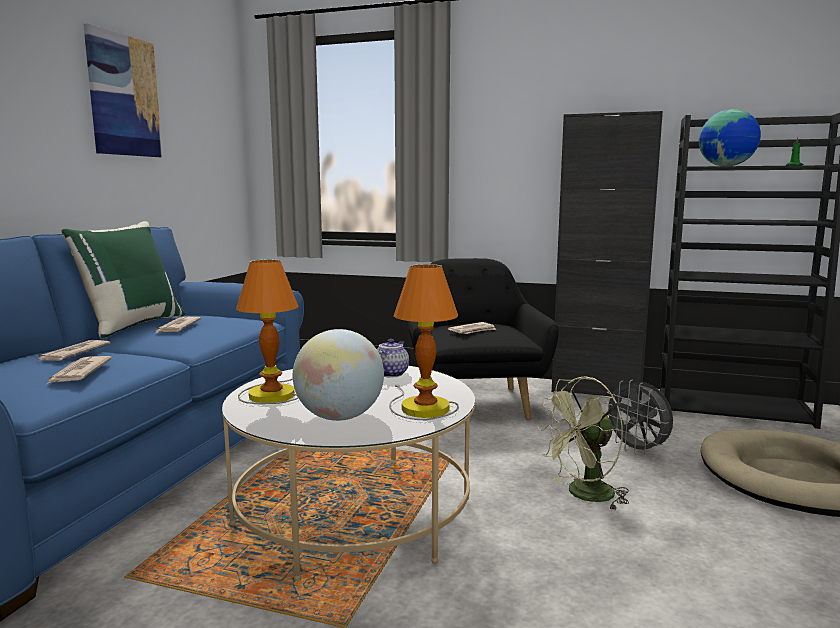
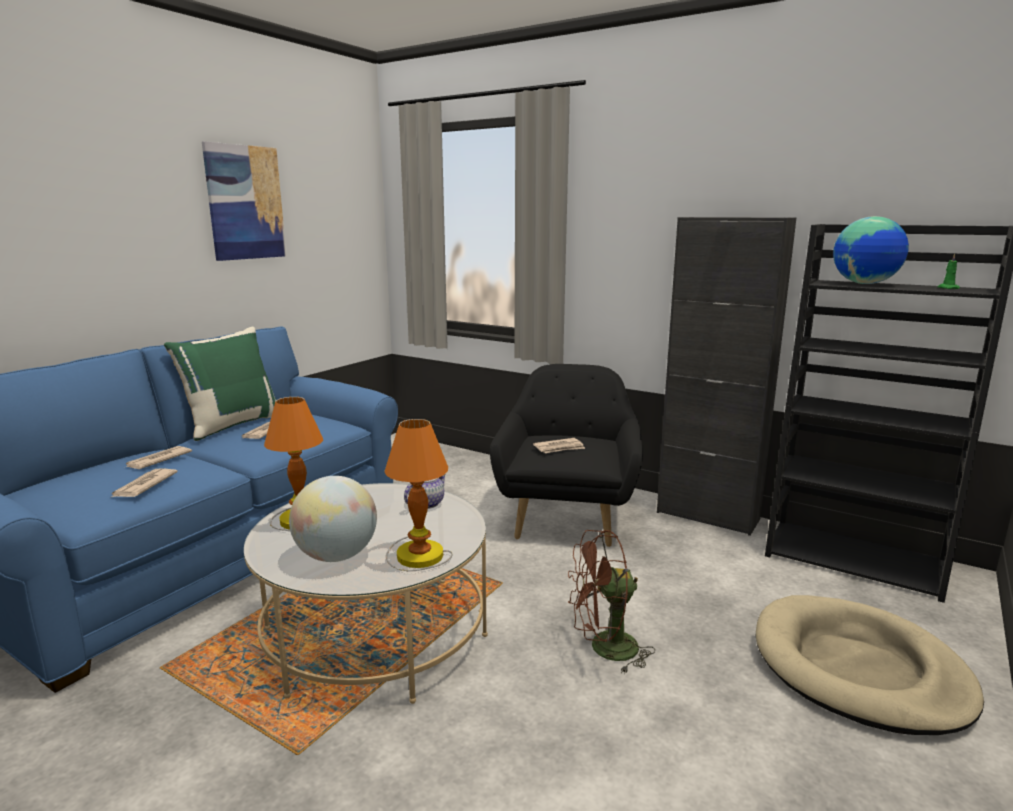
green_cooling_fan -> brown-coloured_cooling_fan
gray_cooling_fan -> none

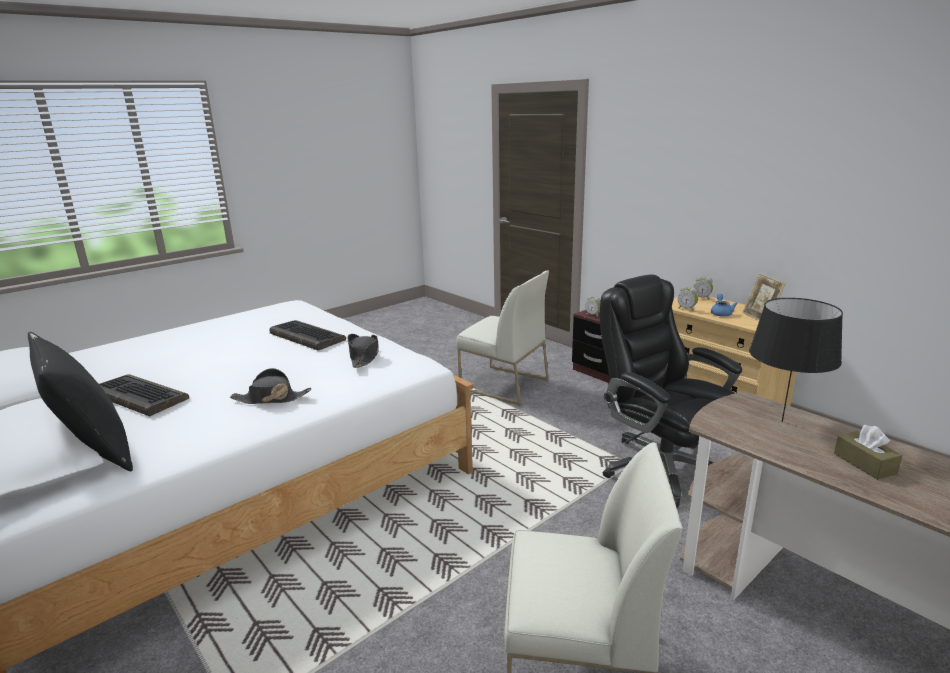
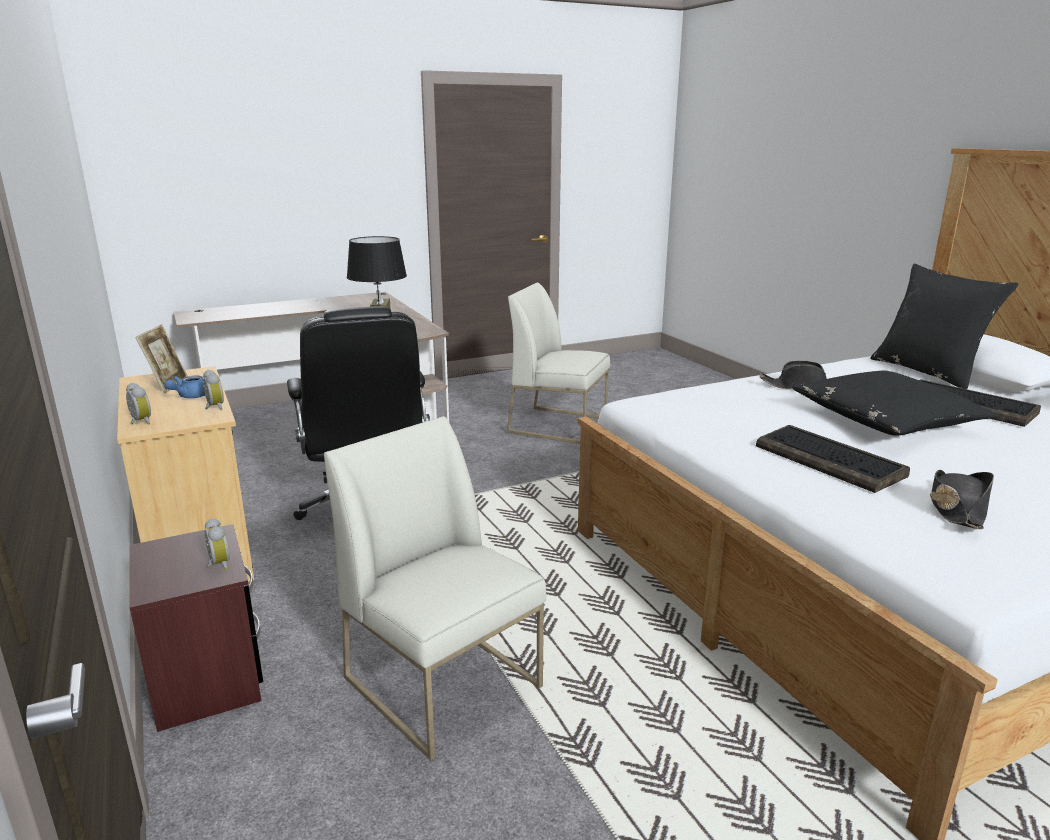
blackish_wearable_hat (2nd from left), moved
none -> blackish_throw_pillow (1st from left)

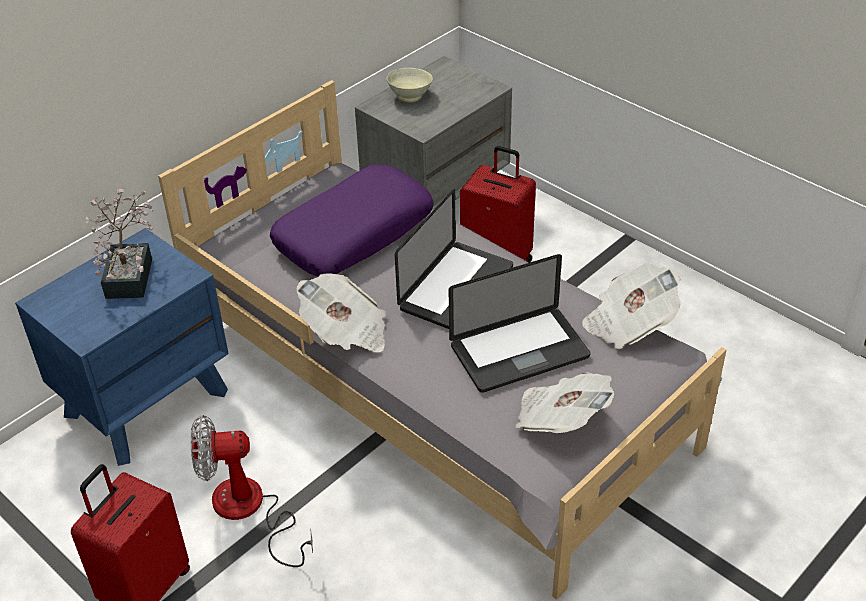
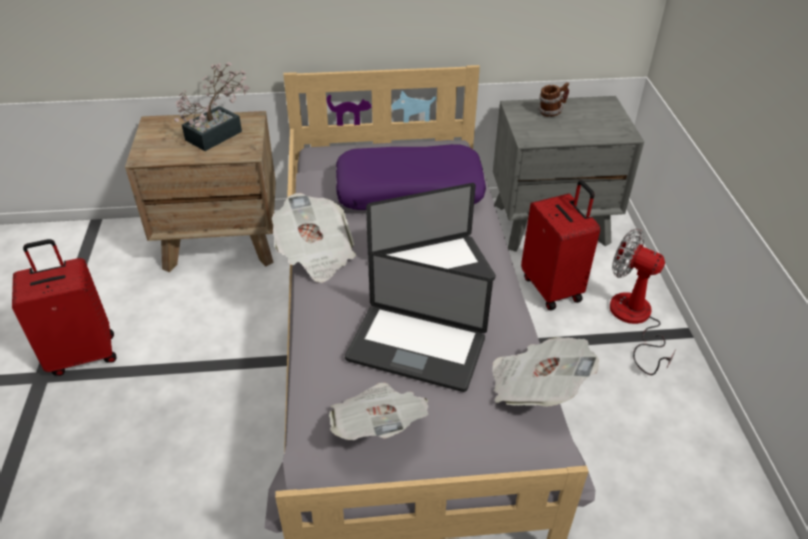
blue-coloured_nightstand -> brown-coloured_nightstand
cooling_fan, moved
beige_serving_bowl -> mug

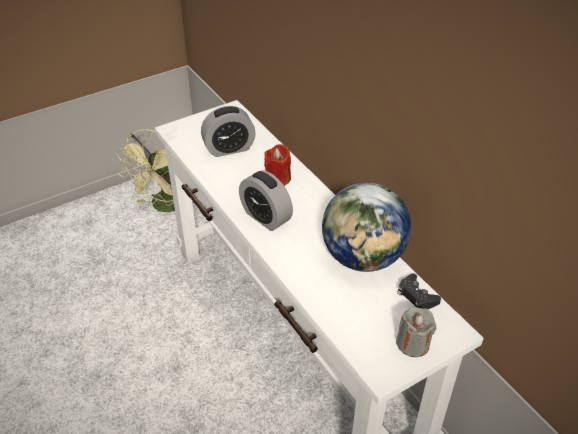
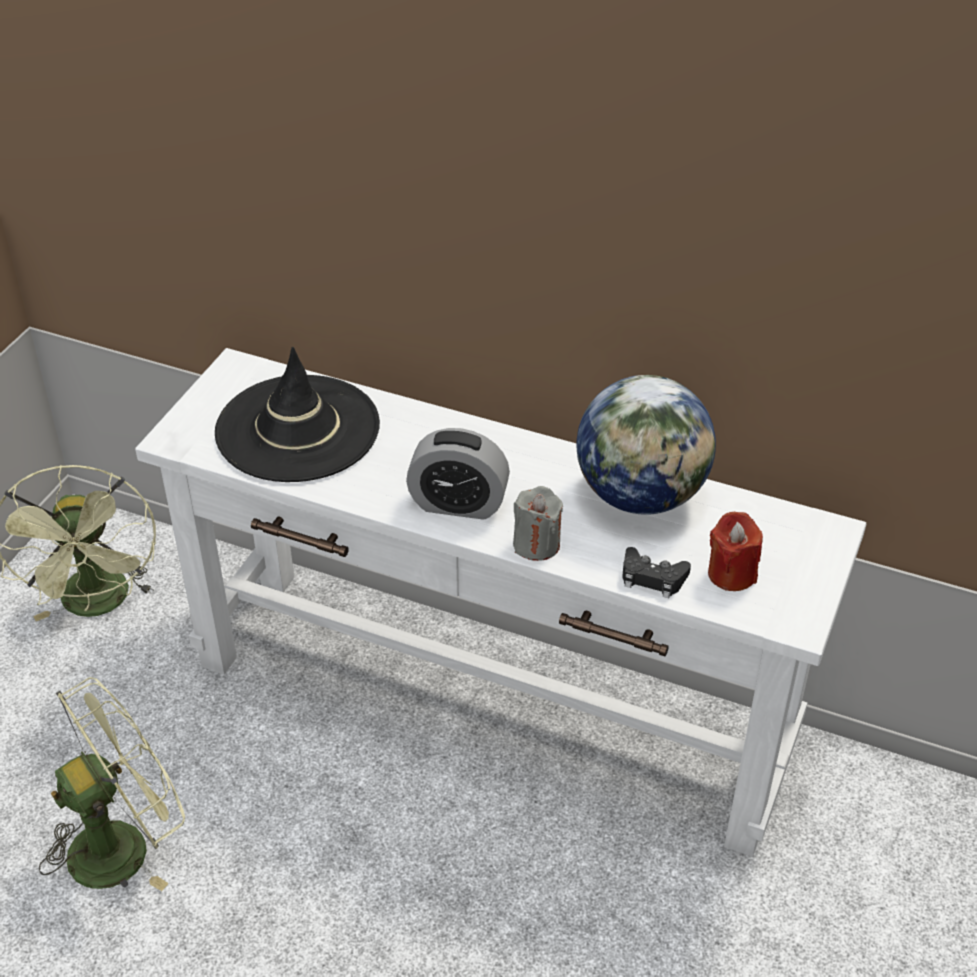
alarm_clock (1st from left) -> blackish_wearable_hat
red_wax_candle, moved
gray_wax_candle, moved
blackish_game_controller, moved
none -> green_cooling_fan (2nd from left)

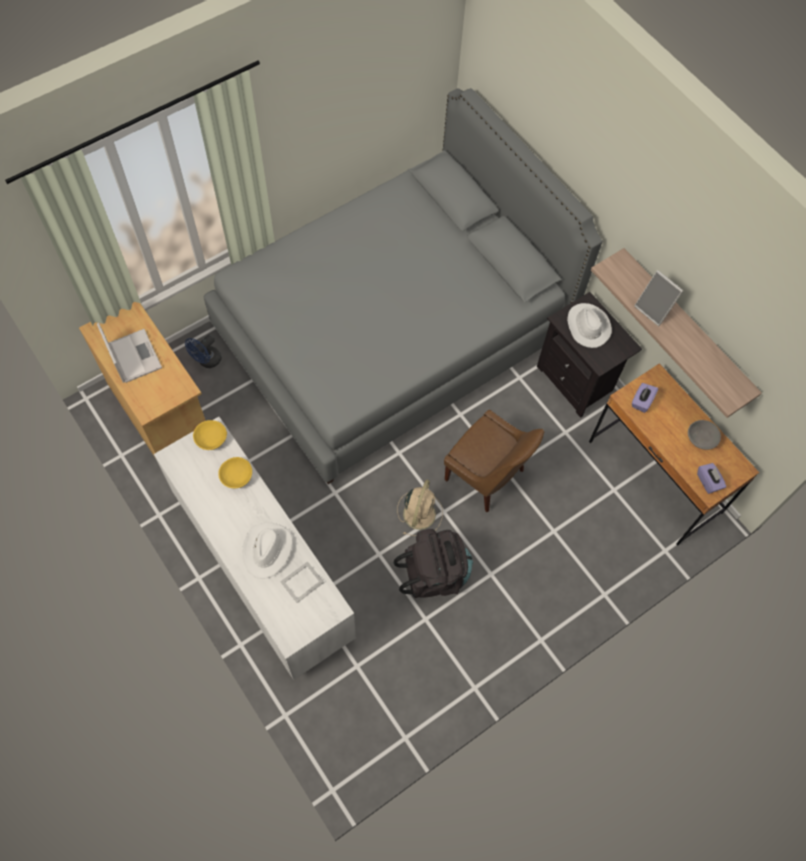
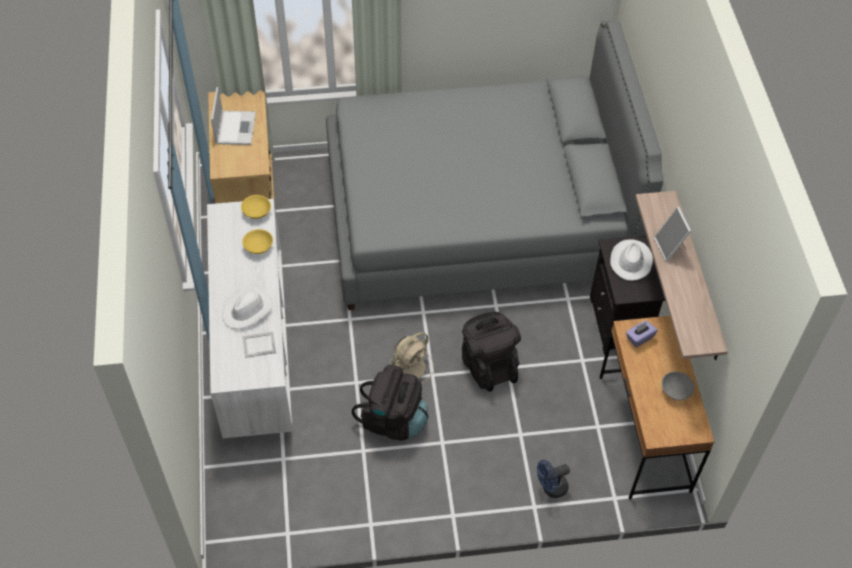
blue-coloured_cooling_fan, moved
brown-coloured_chair -> blackish_knapsack (2nd from left)
purplish_tissue_holder (2nd from left) -> none

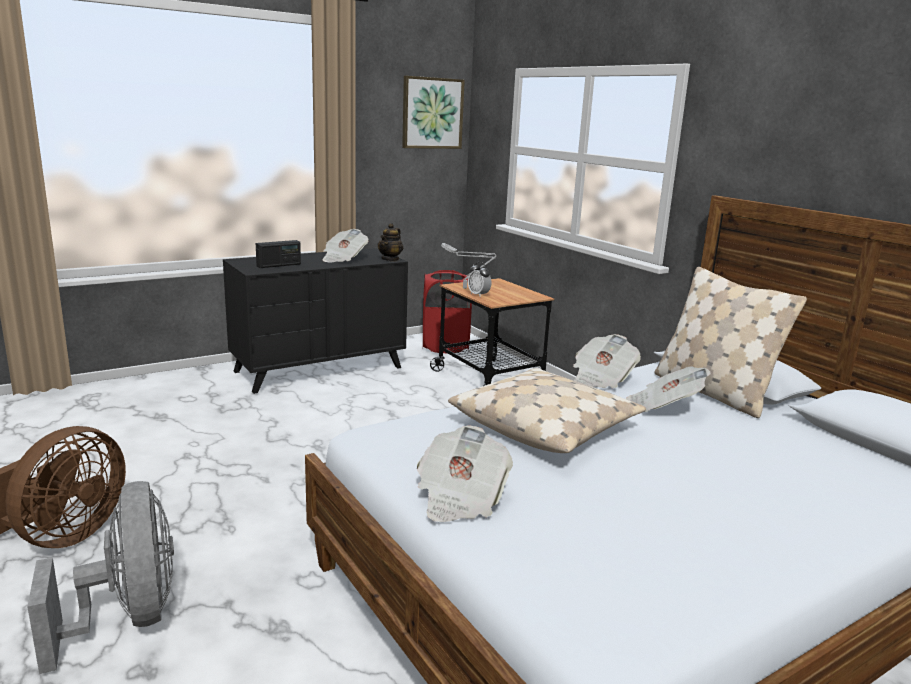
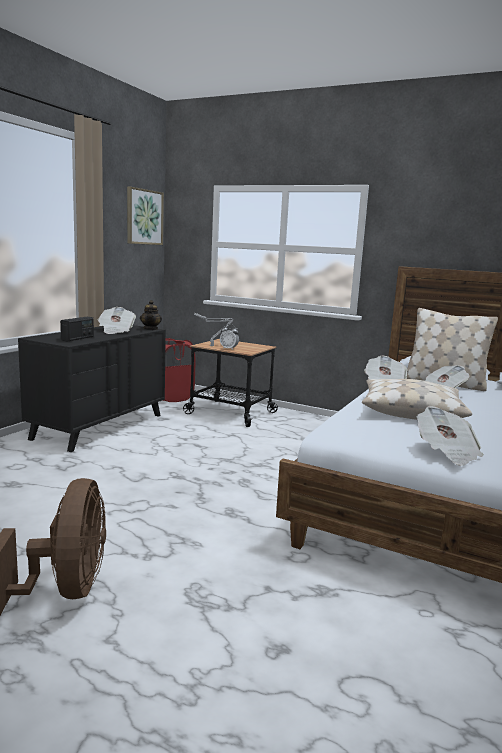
gray_cooling_fan -> none

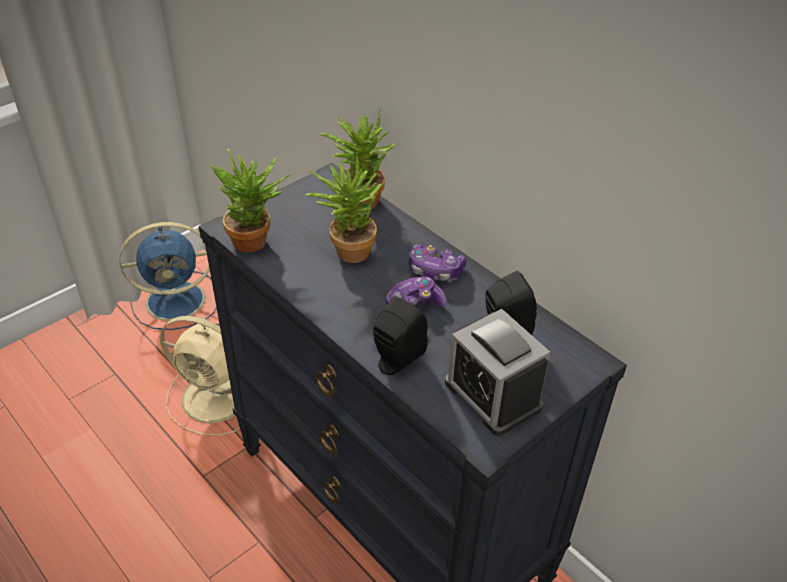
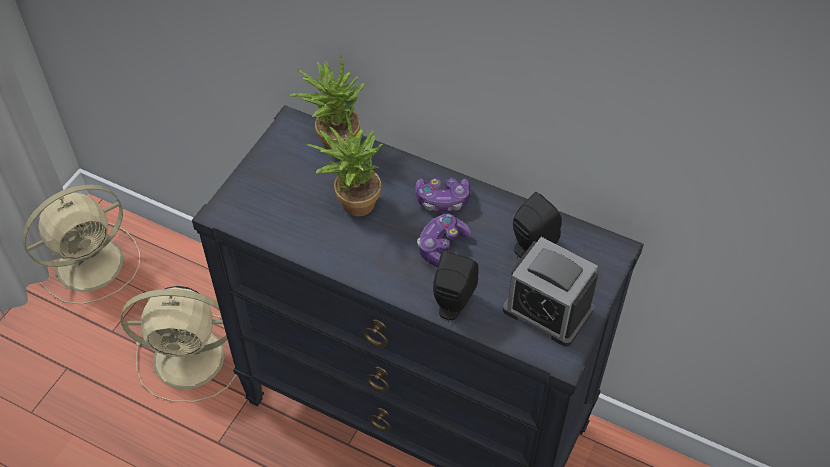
blue-coloured_cooling_fan -> beige_cooling_fan (1st from left)
houseplant (1st from left) -> none

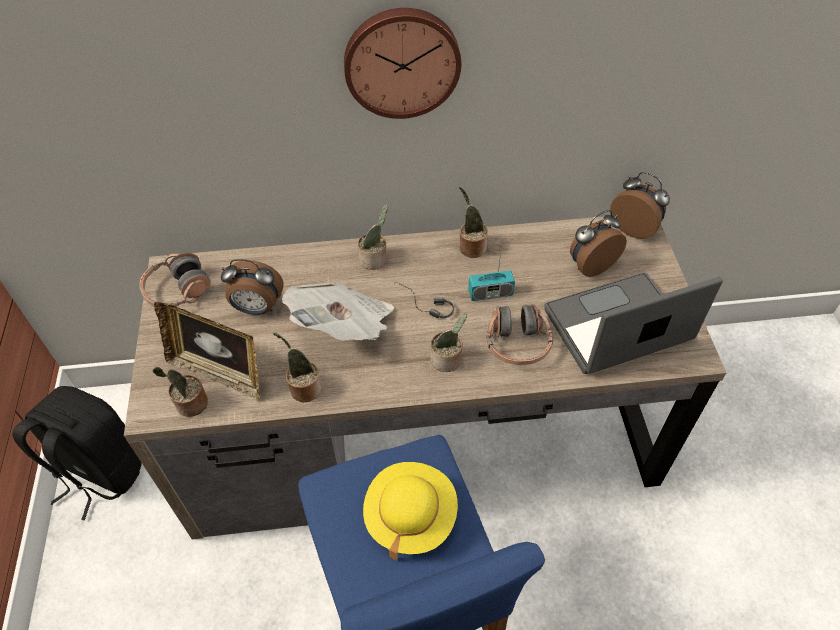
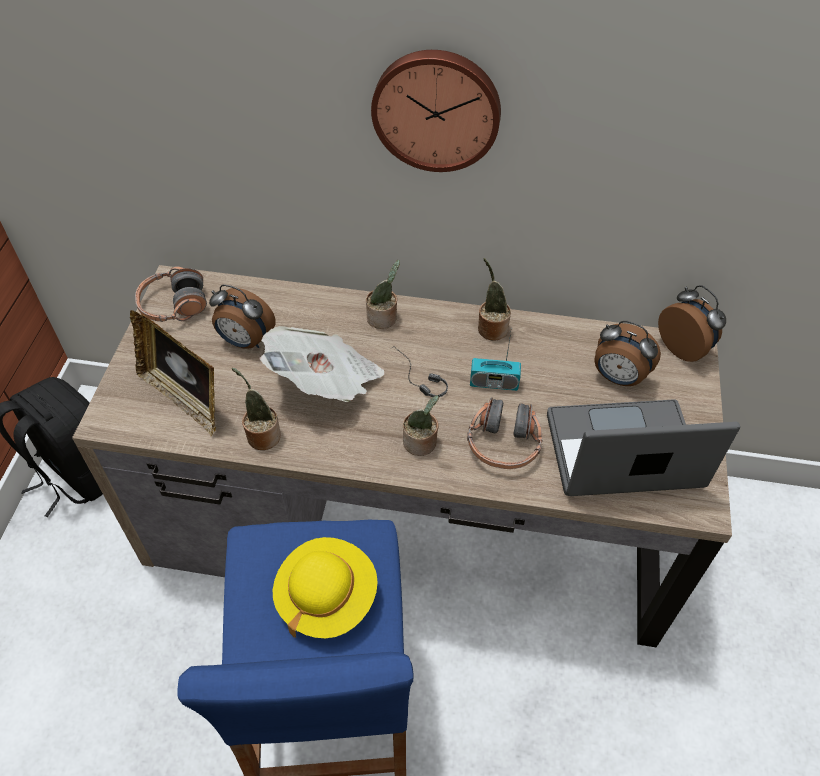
houseplant (1st from left) -> none
alarm_clock (2nd from left), 135 degrees counterclockwise

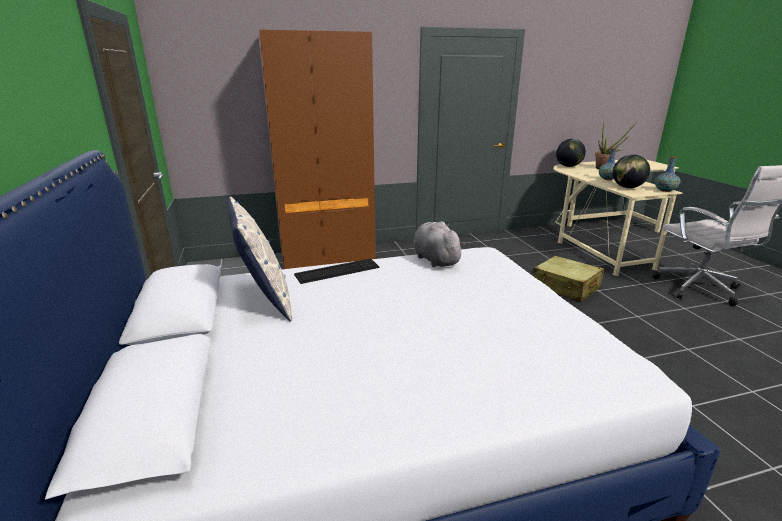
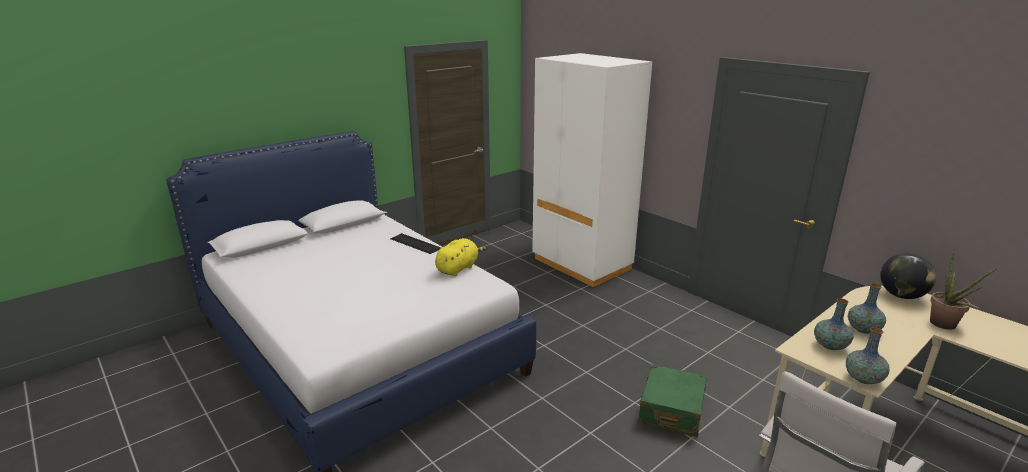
throw_pillow -> none
brown-coloured_wardrobe -> whitish_wardrobe
gray_soft_toy -> yellow-coloured_soft_toy
beige_travel_case -> green_travel_case
world_globe (2nd from left) -> flower_vase (1st from left)

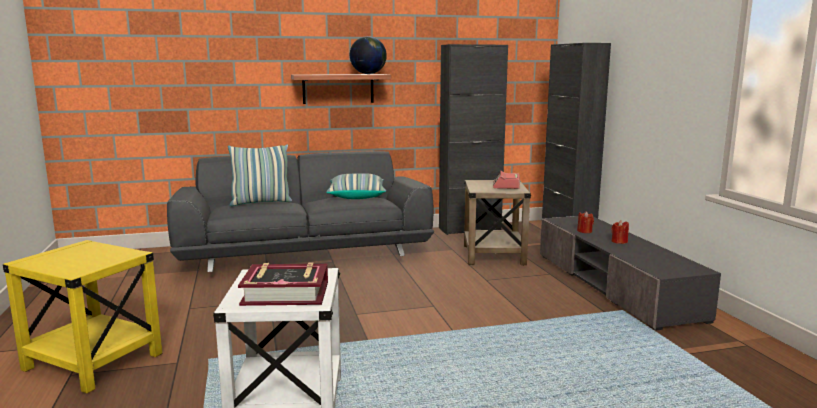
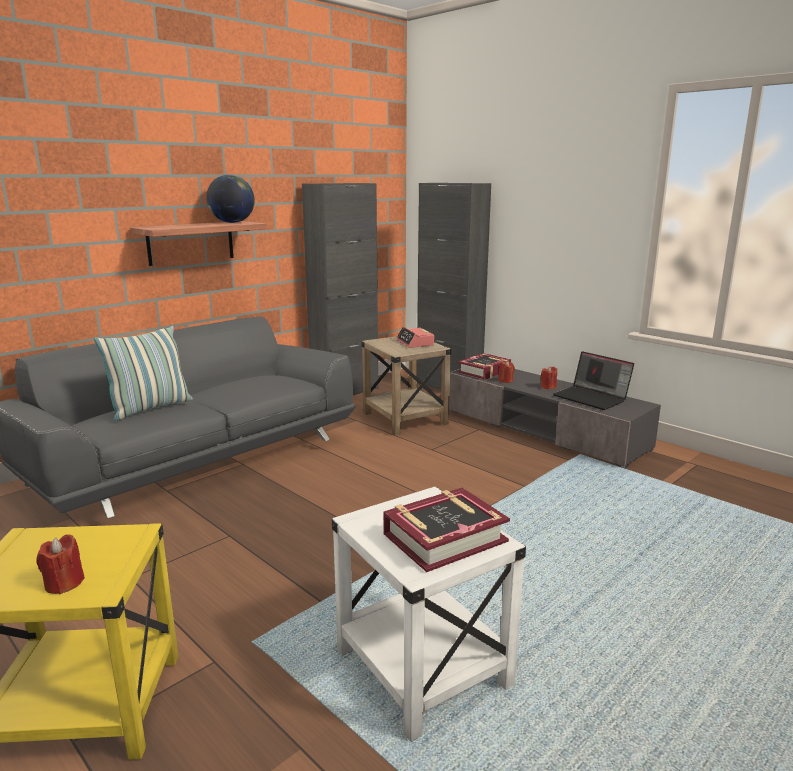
throw_pillow (2nd from left) -> none
none -> red_wax_candle (1st from left)
none -> book (2nd from left)
none -> portable_computer

